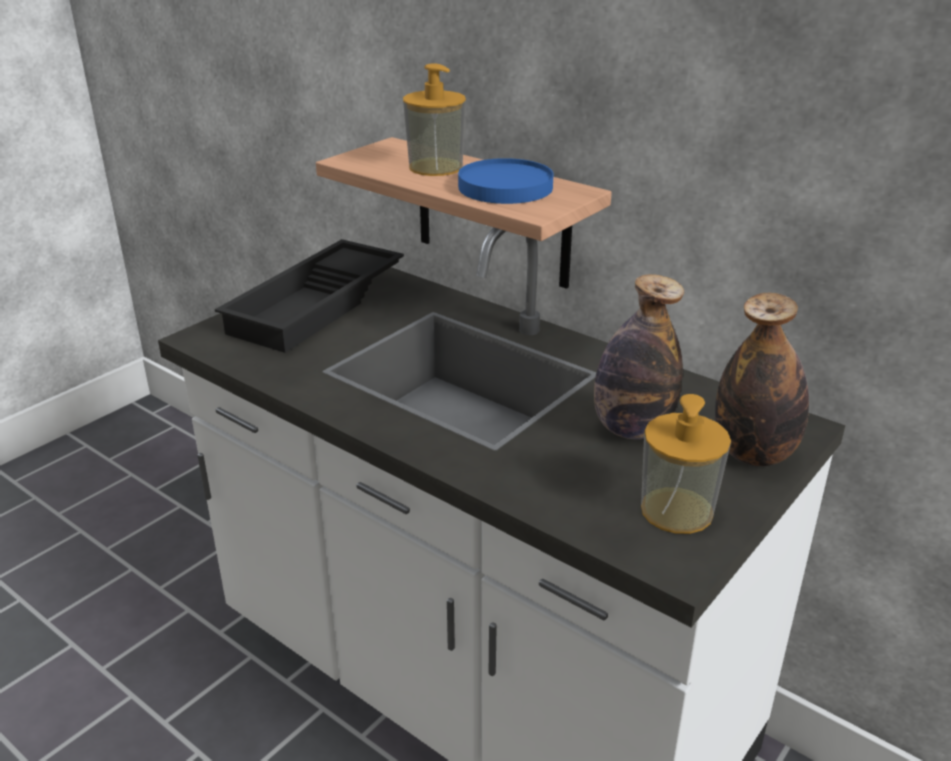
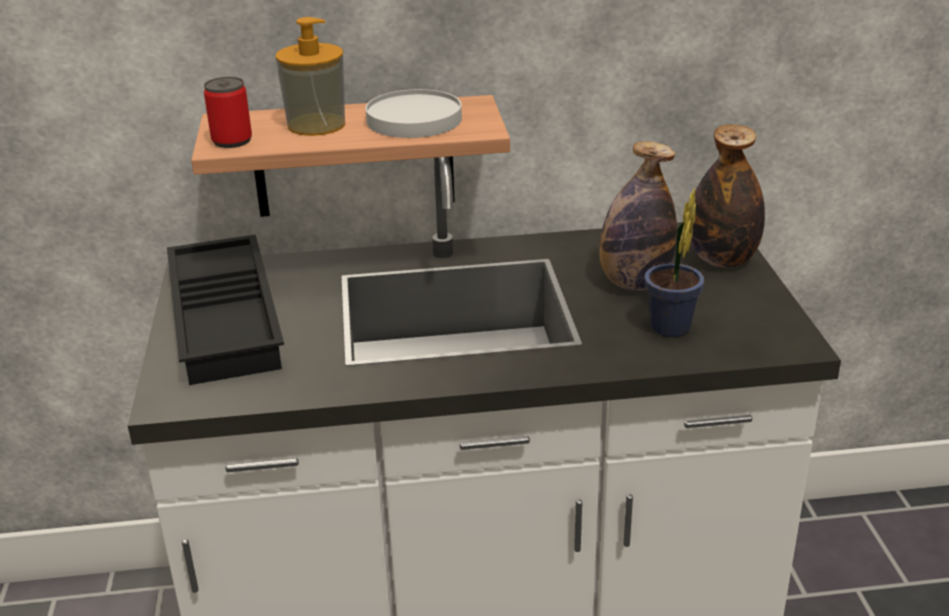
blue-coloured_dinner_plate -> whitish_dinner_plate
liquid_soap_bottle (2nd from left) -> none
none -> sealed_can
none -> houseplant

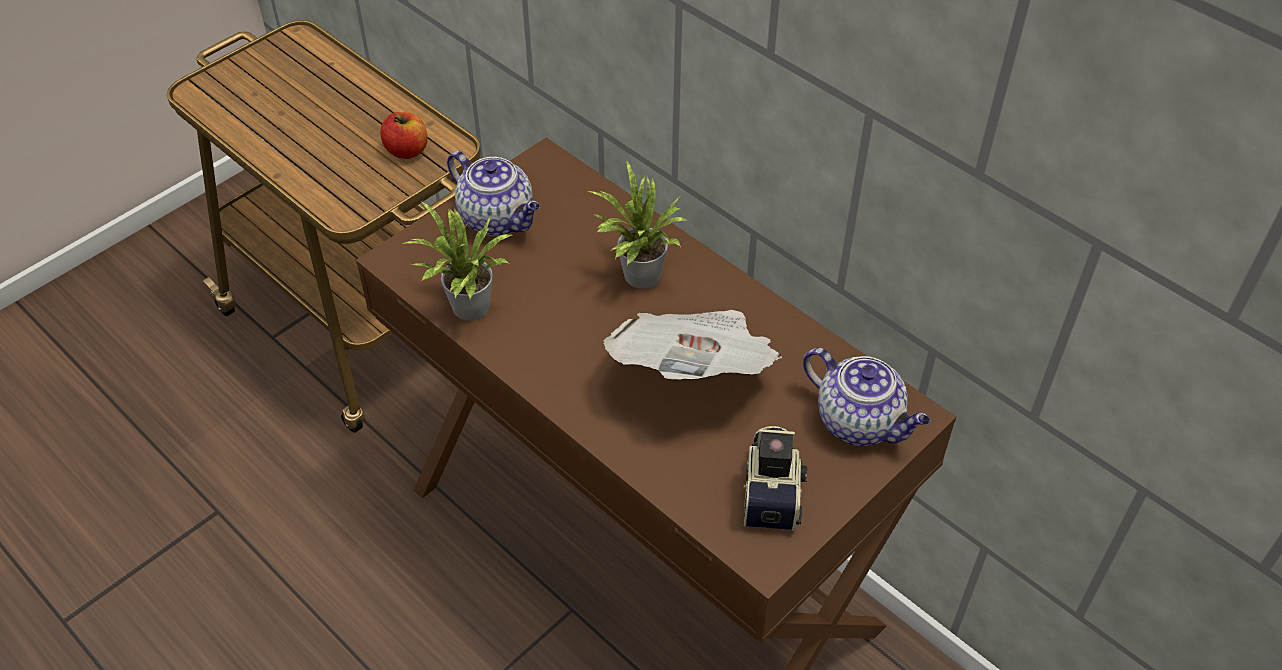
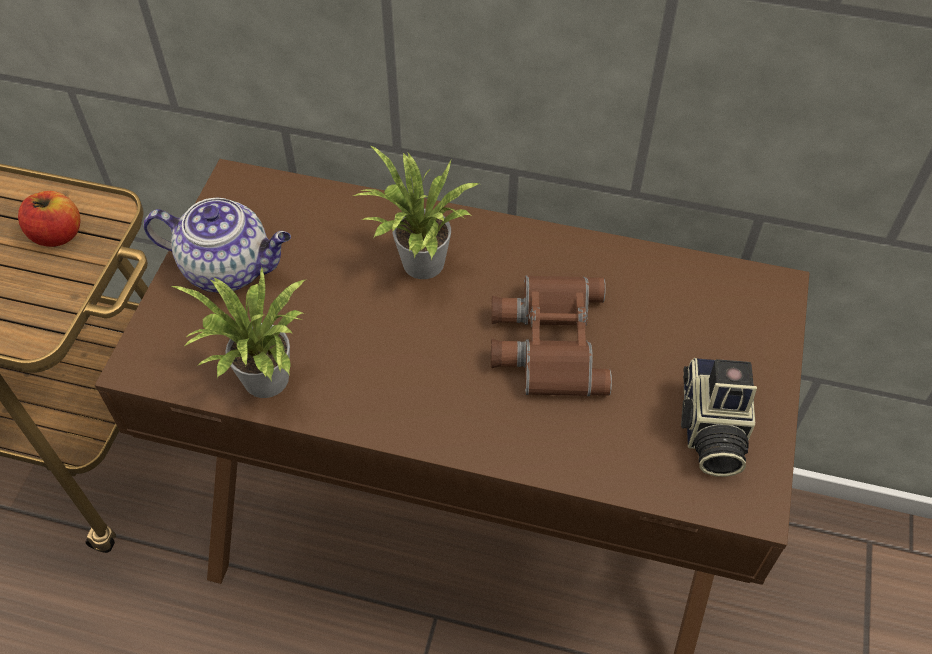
newspaper -> brown-coloured_field_glasses
still_camera, 150 degrees counterclockwise
teapot (2nd from left) -> none

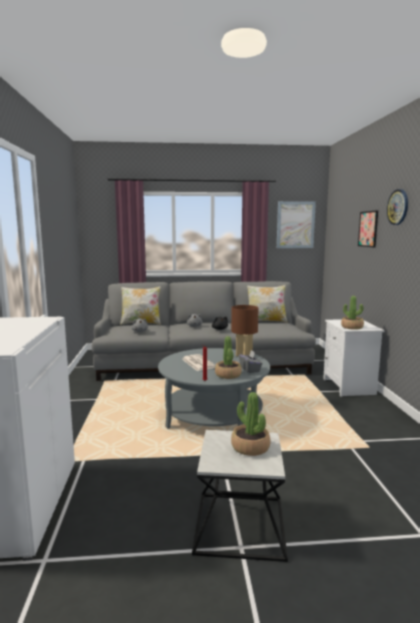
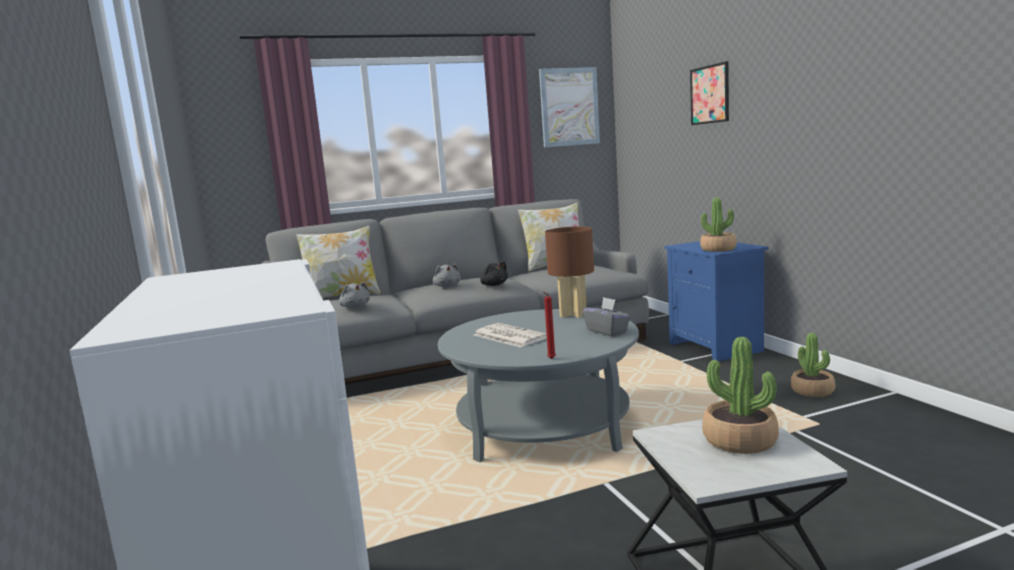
houseplant (1st from left in the first image) -> houseplant (3rd from left), moved
whitish_nightstand -> blue-coloured_nightstand
clock_on_the_wall -> none

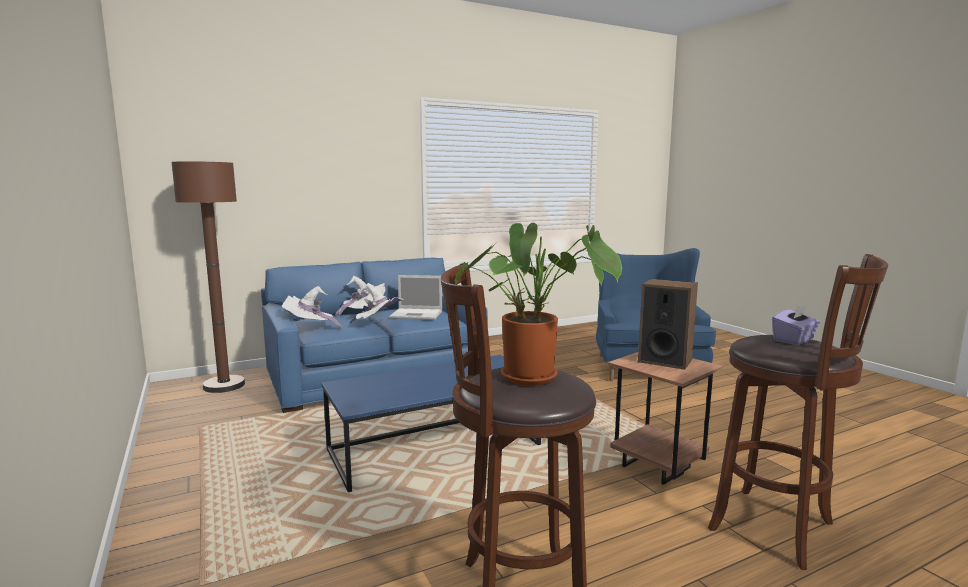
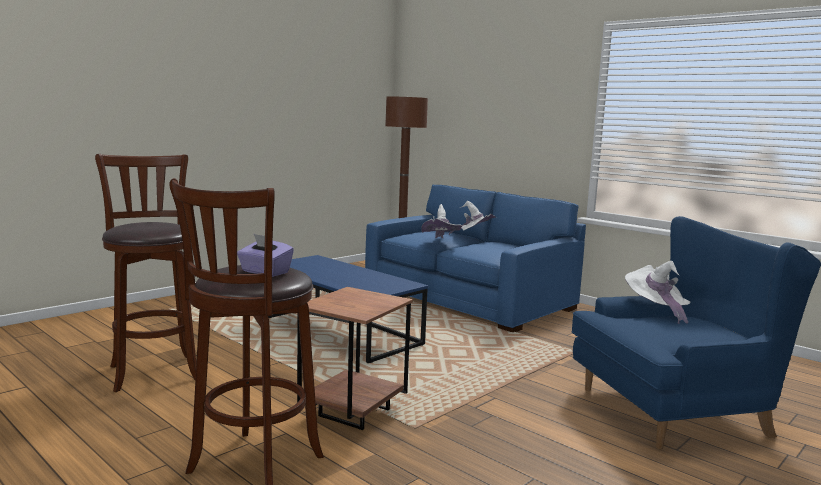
whitish_wearable_hat (1st from left in the first image) -> whitish_wearable_hat (3rd from left), moved
portable_computer -> none
houseplant -> none
audio_speaker -> none

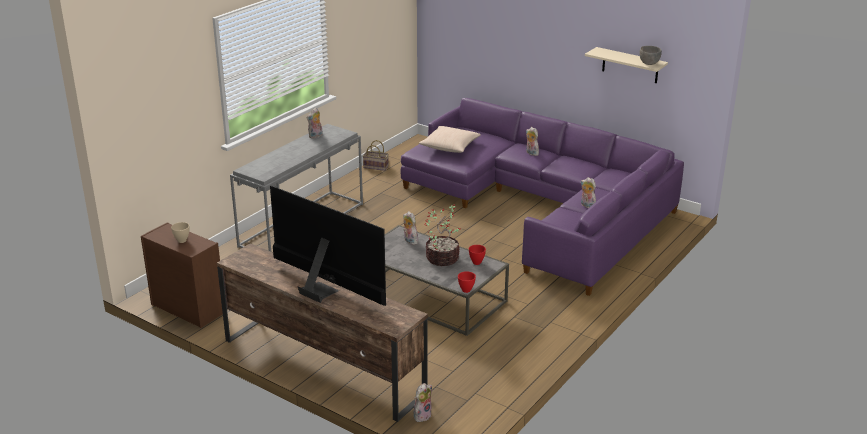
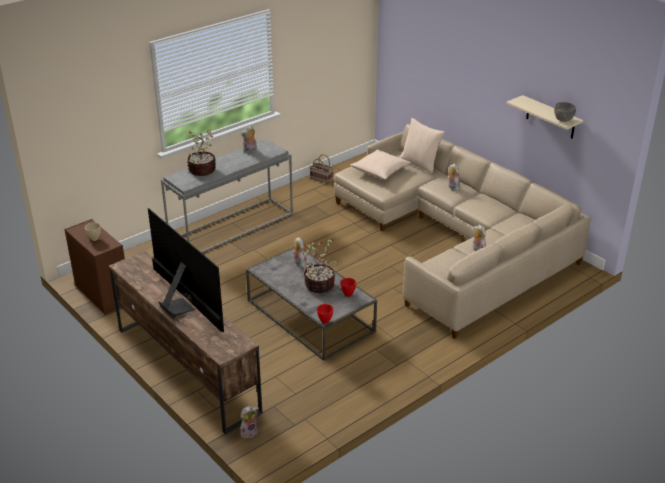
purplish_couch -> beige_couch
none -> houseplant (1st from left)
none -> beige_throw_pillow (2nd from left)

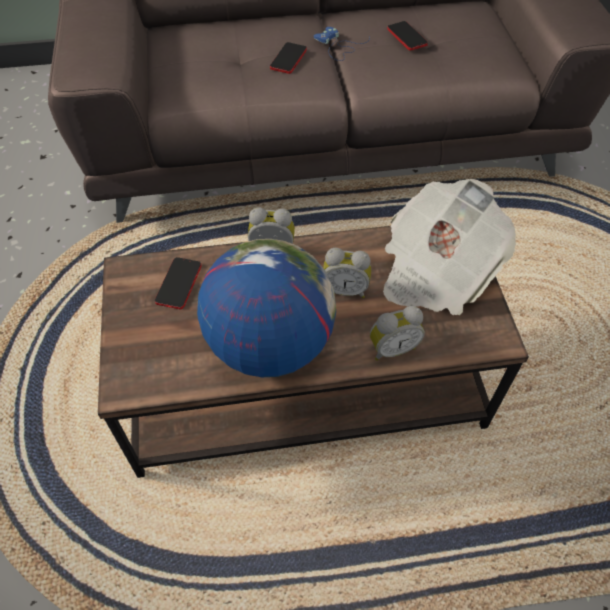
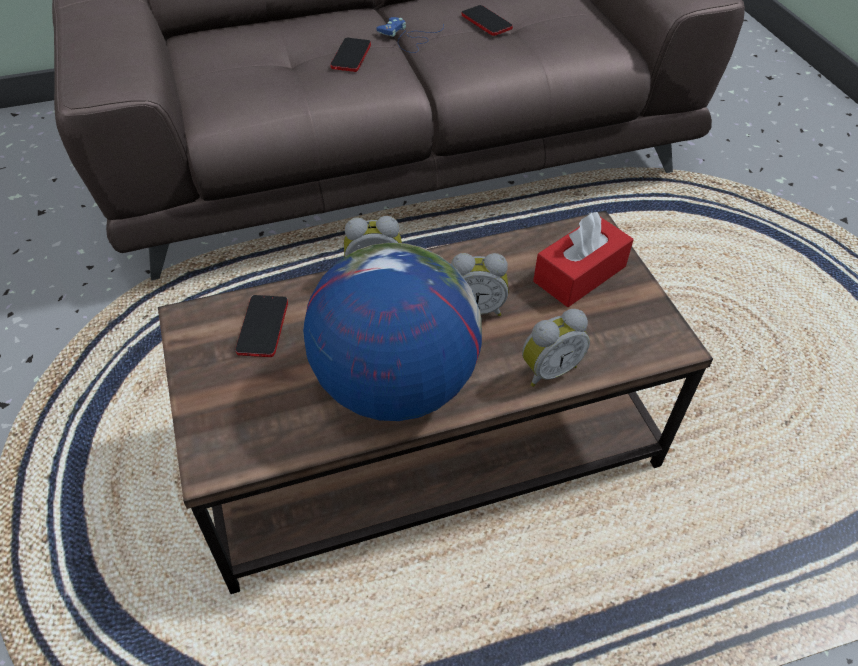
newspaper -> red_tissue_holder

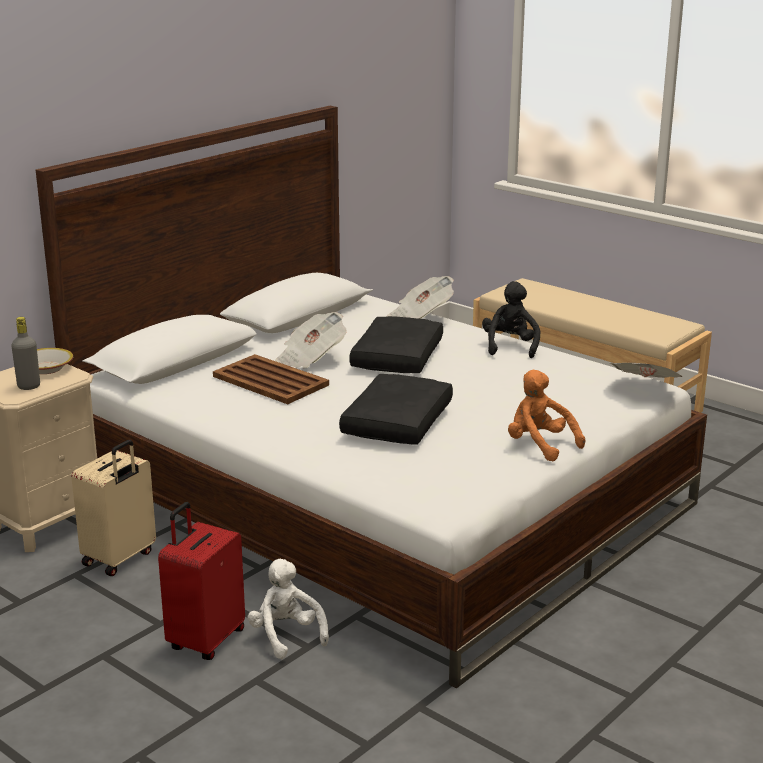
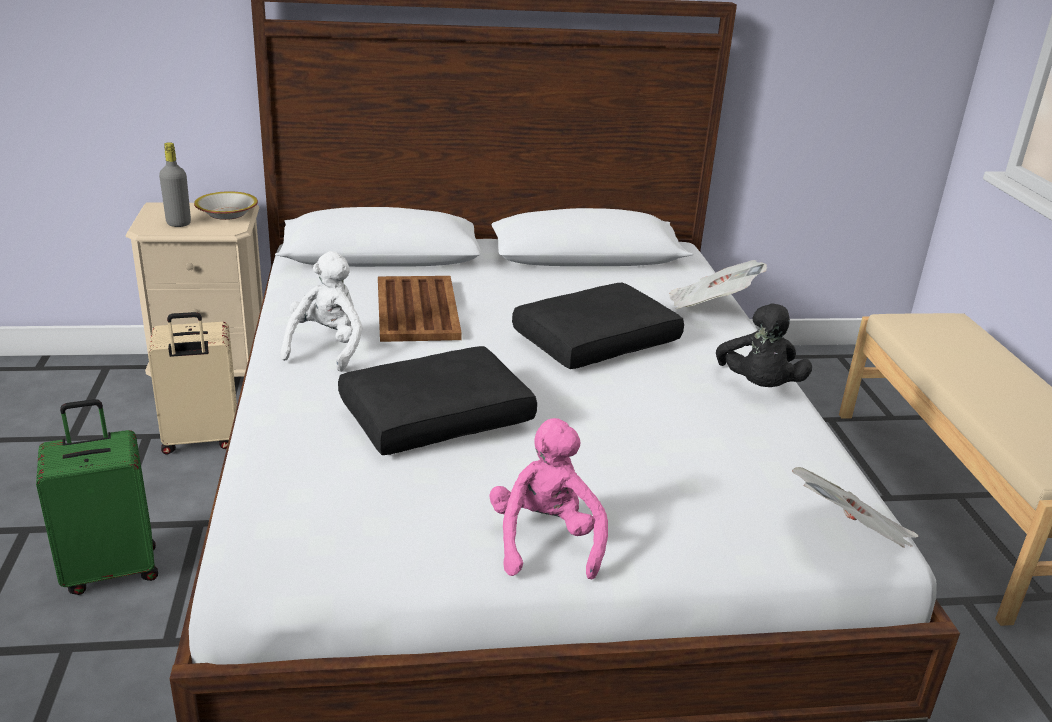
red_travel_case -> green_travel_case
whitish_soft_toy, moved
newspaper (1st from left) -> none
blackish_soft_toy, 135 degrees clockwise
orange_soft_toy -> pink_soft_toy

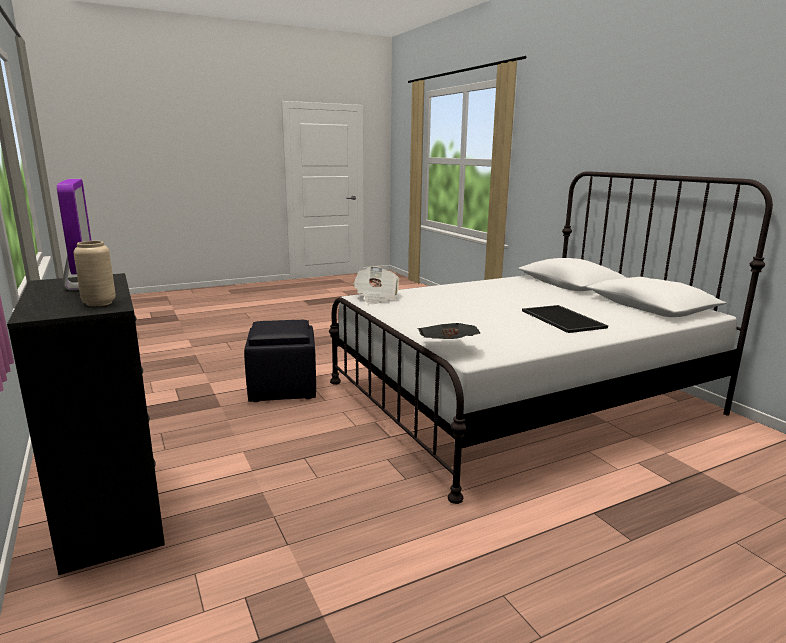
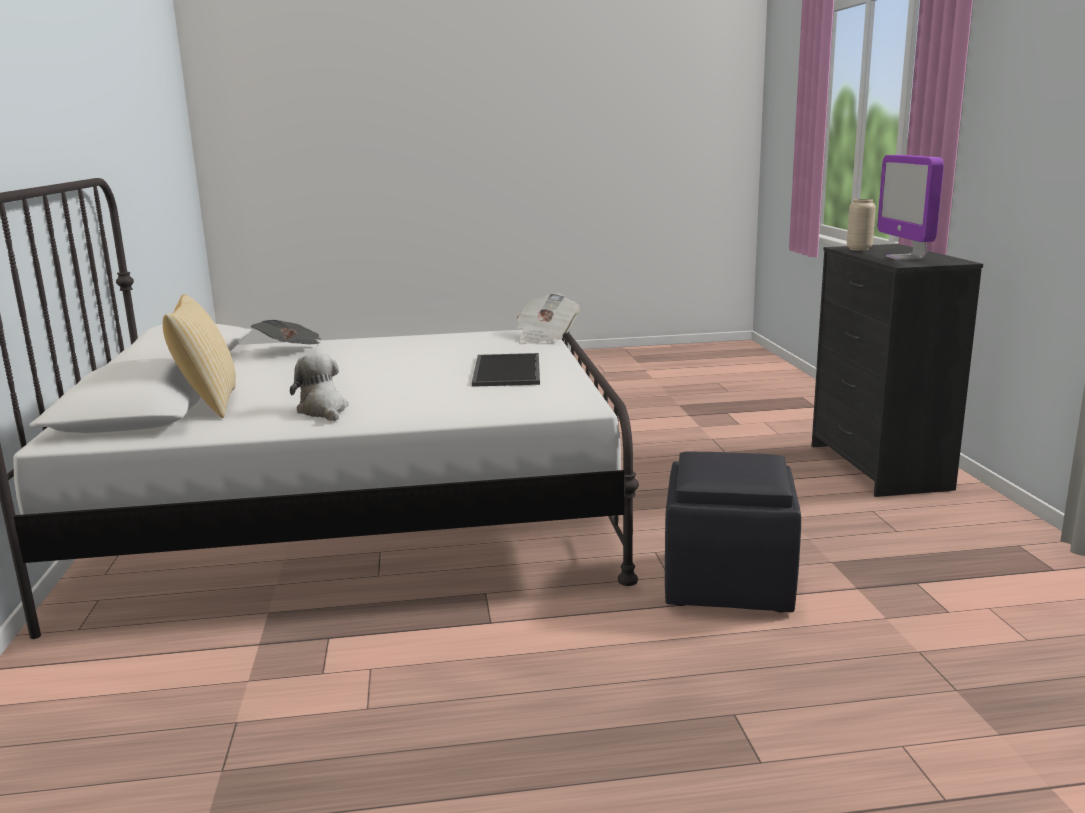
newspaper (1st from left), moved
carrying_tray, moved
none -> throw_pillow
none -> soft_toy

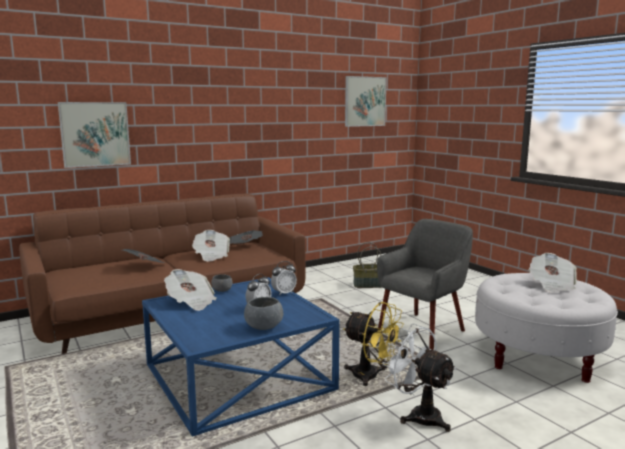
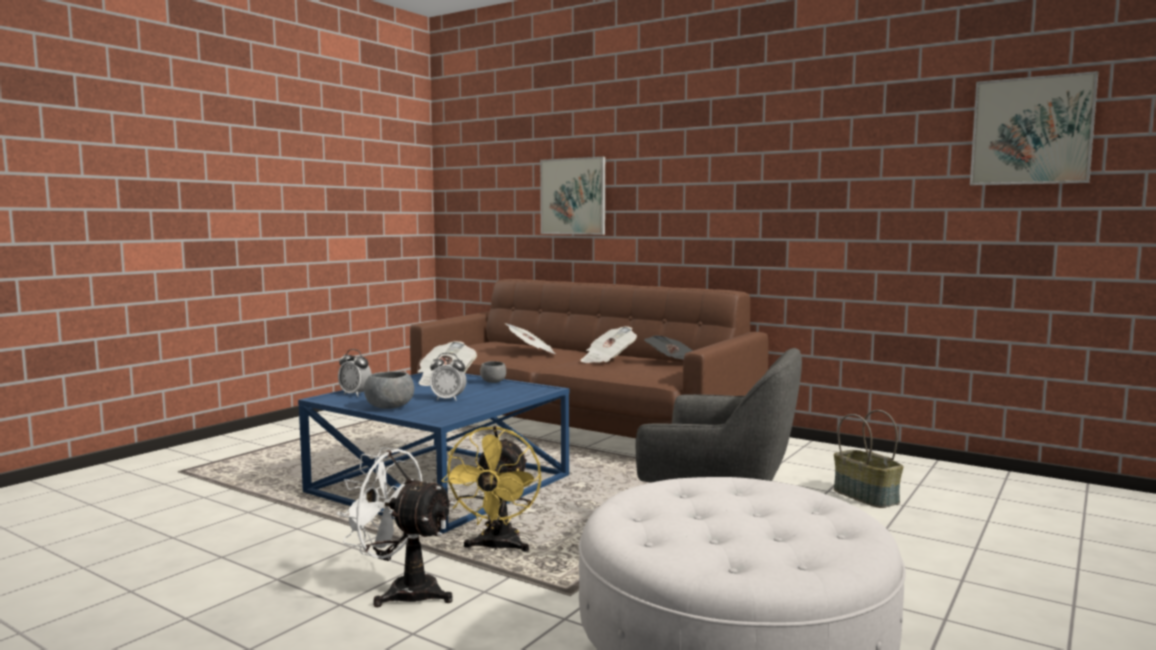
alarm_clock (2nd from left in the first image) -> alarm_clock (1st from left), moved
whitish_cooling_fan, 90 degrees counterclockwise
newspaper (5th from left) -> none

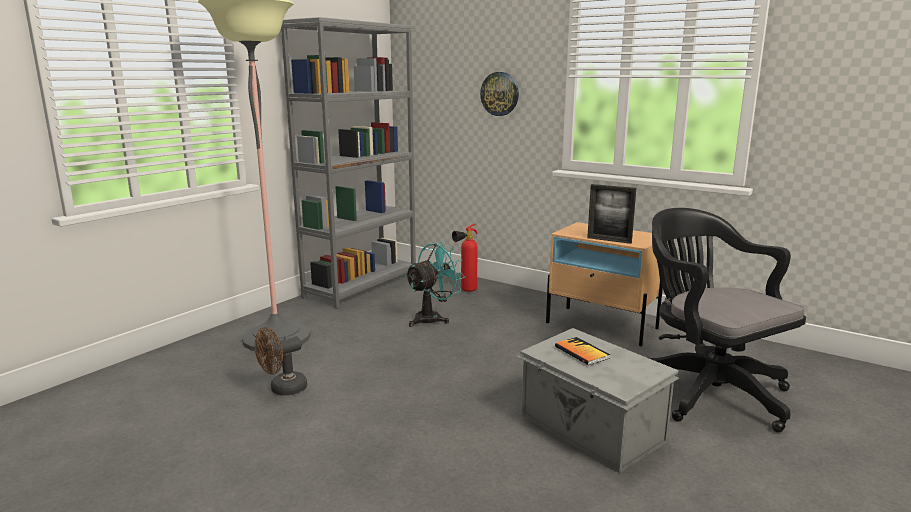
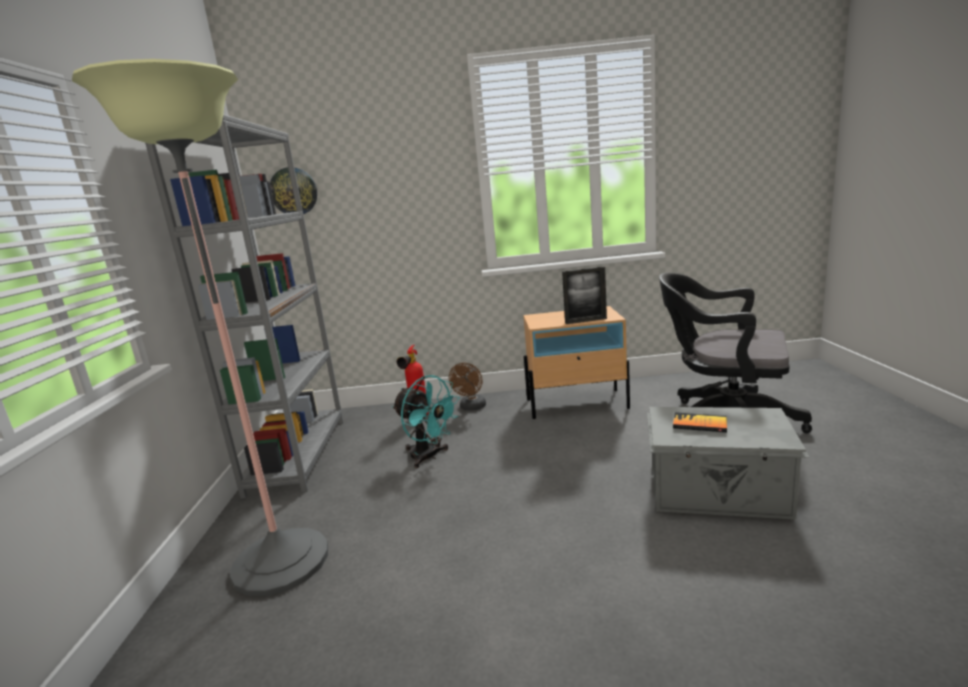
brown-coloured_cooling_fan, moved
blue-green_cooling_fan, 120 degrees clockwise
clock_on_the_wall, moved

